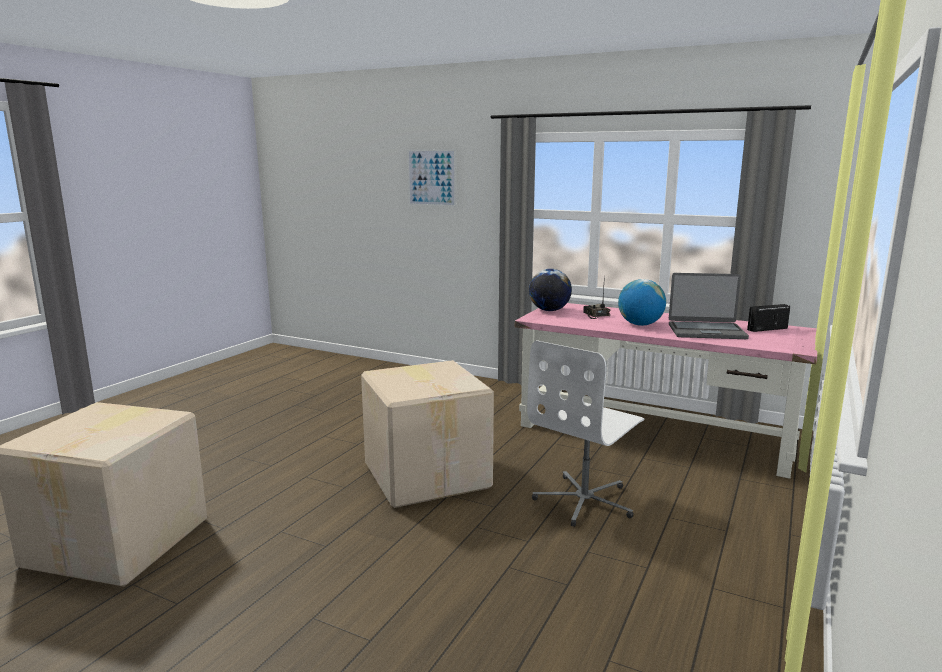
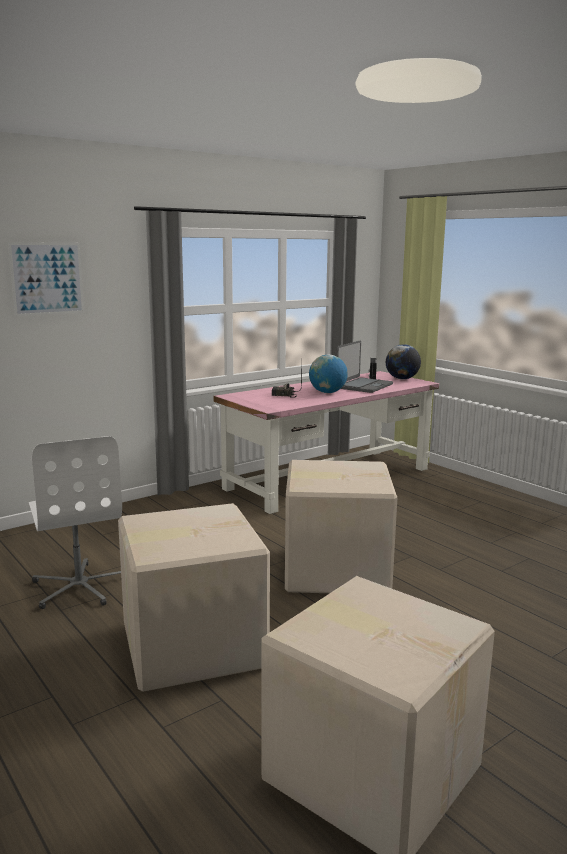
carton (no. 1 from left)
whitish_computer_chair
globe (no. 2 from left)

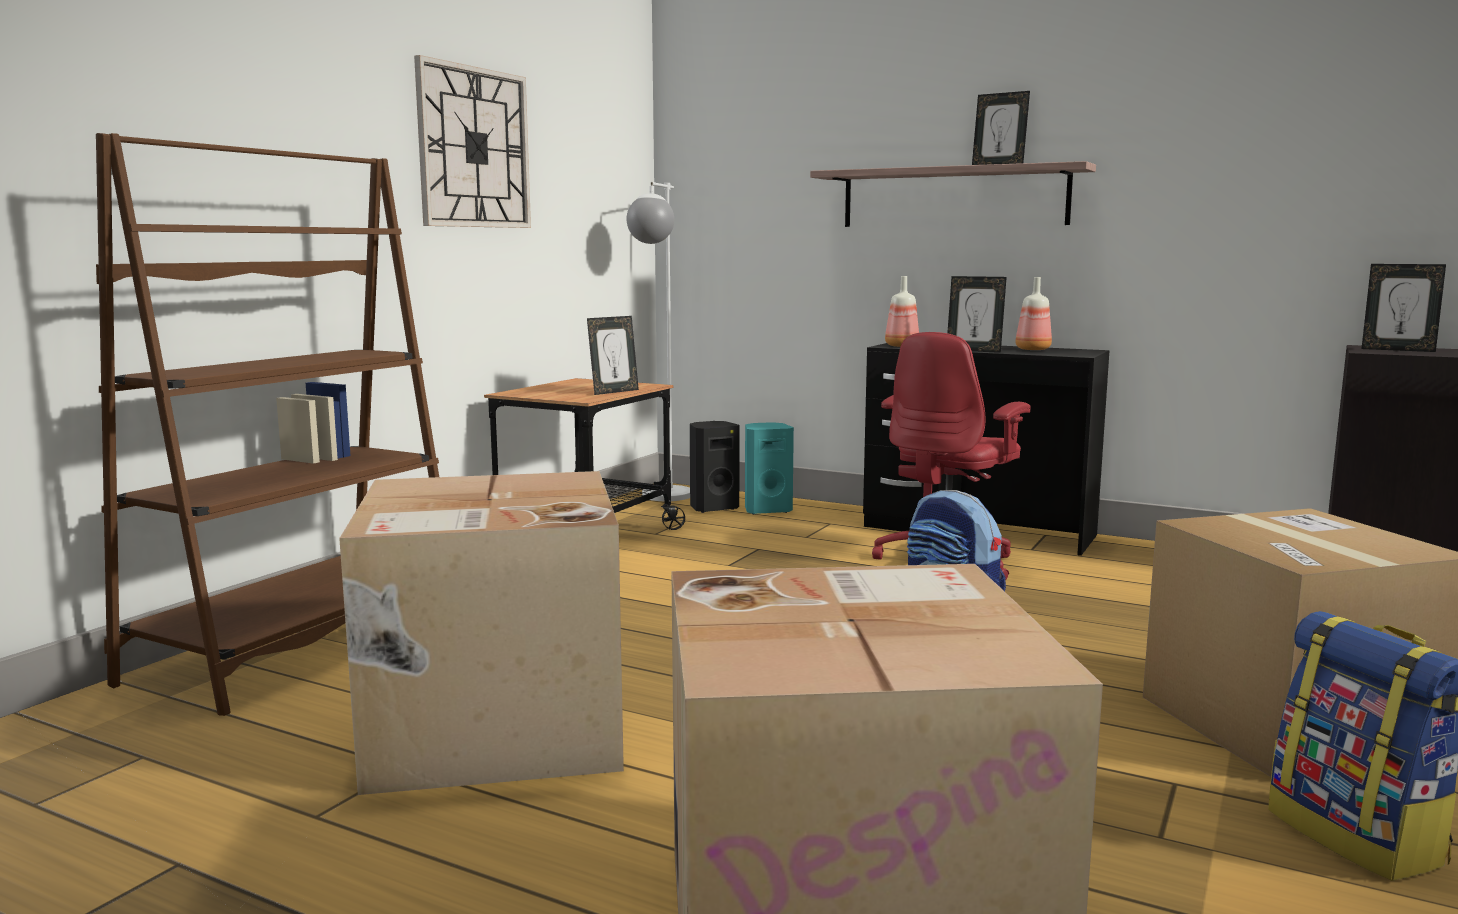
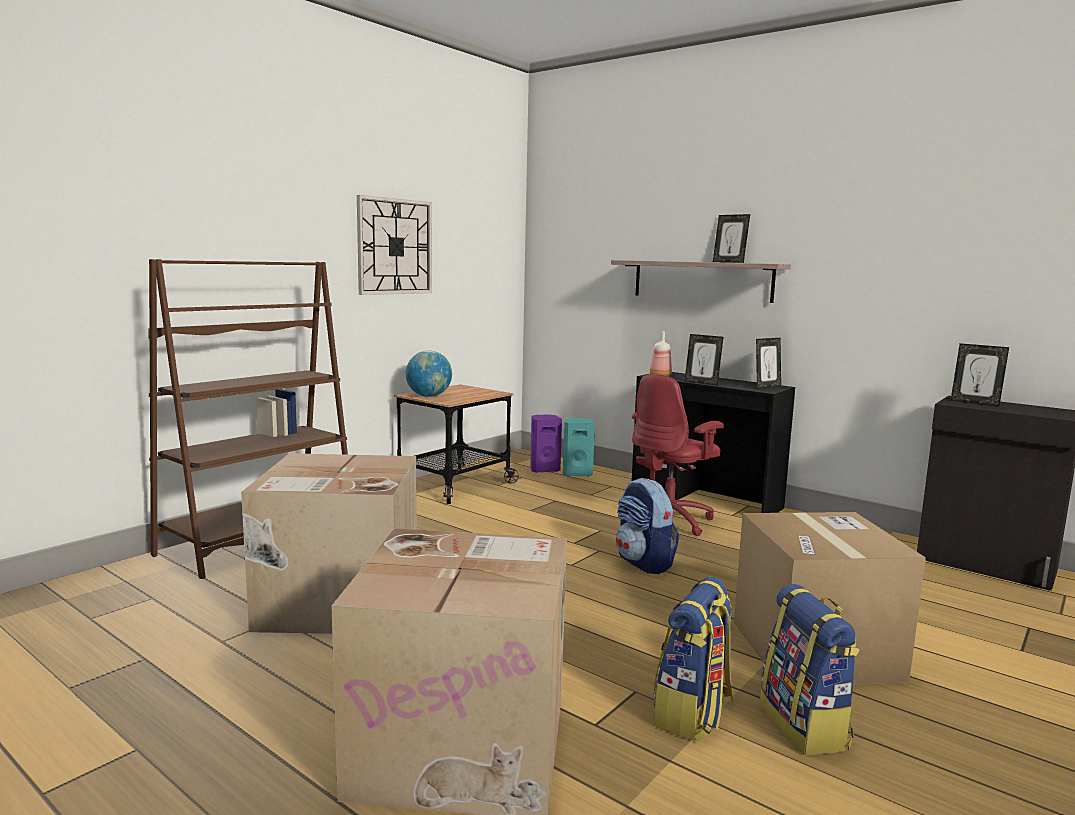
whitish_standing_lamp
beverage_bottle (no. 2 from left in the first image)
globe
backpack (no. 2 from left)
picture_frame (no. 3 from left)
purple-coloured_audio_speaker

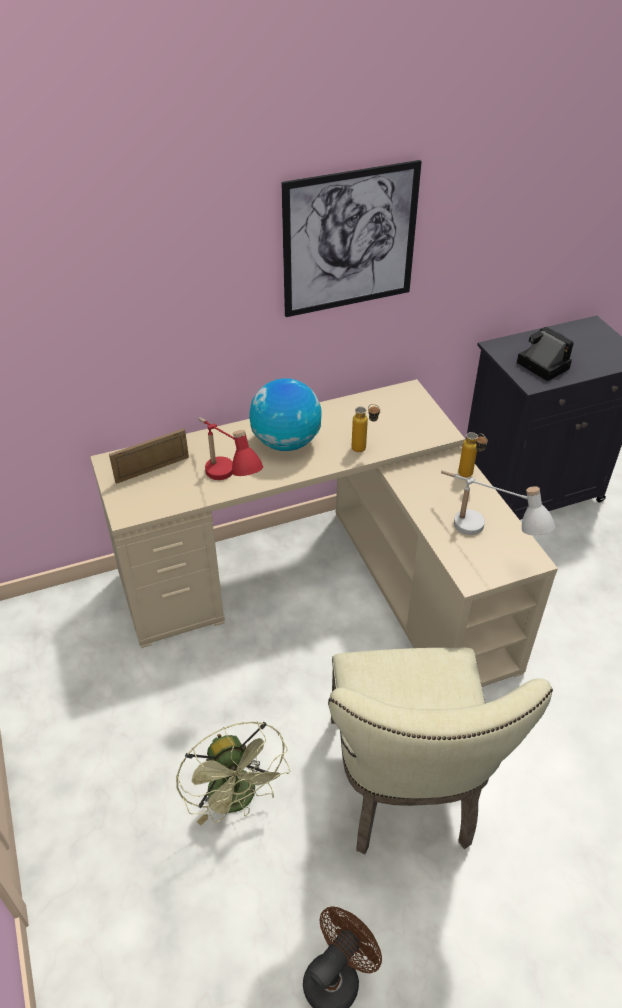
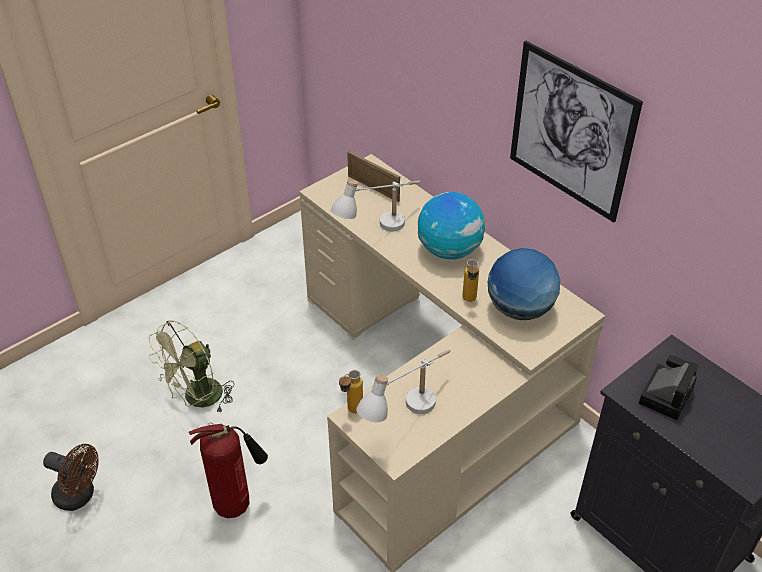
globe (no. 2 from left)
beverage_bottle (no. 1 from left)
fire_extinguisher
whitish_table_lamp (no. 1 from left)

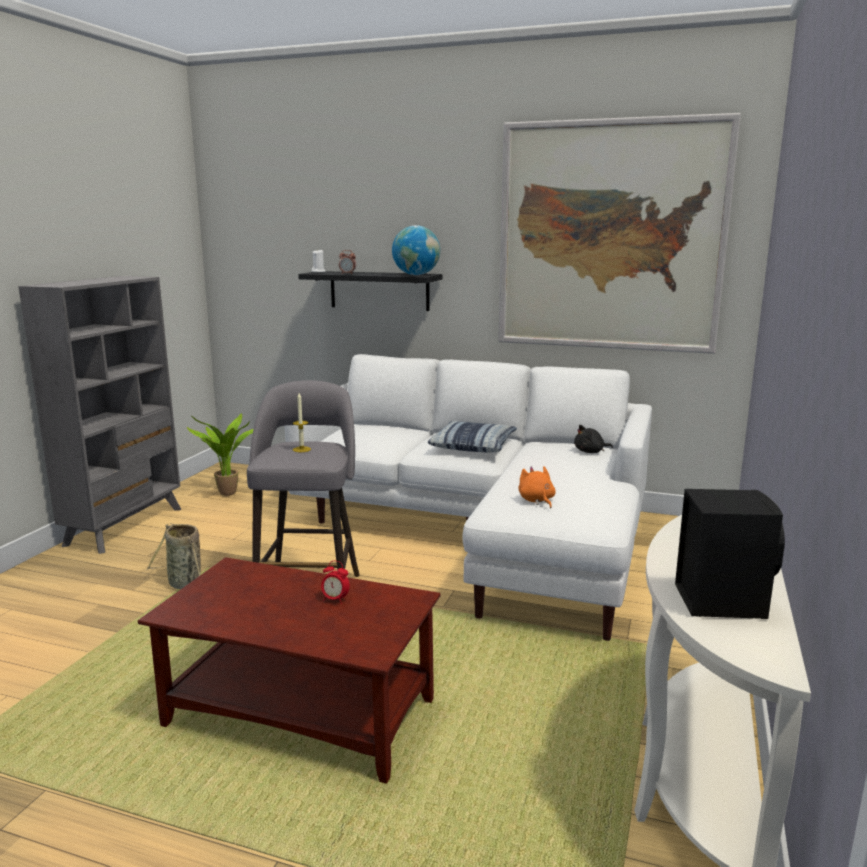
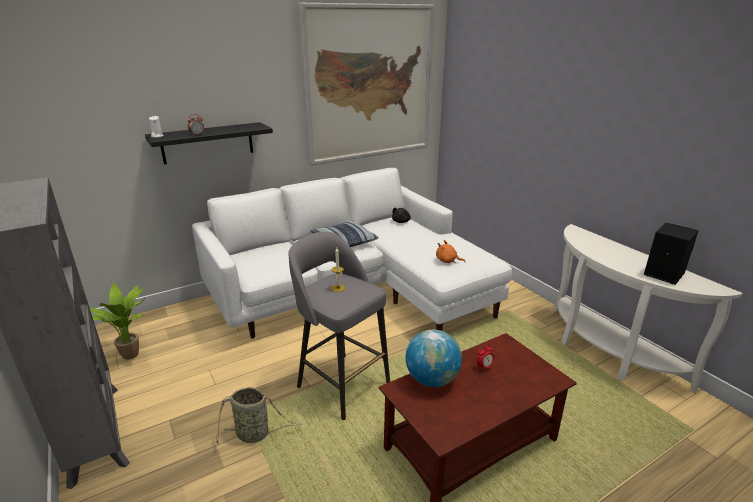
globe

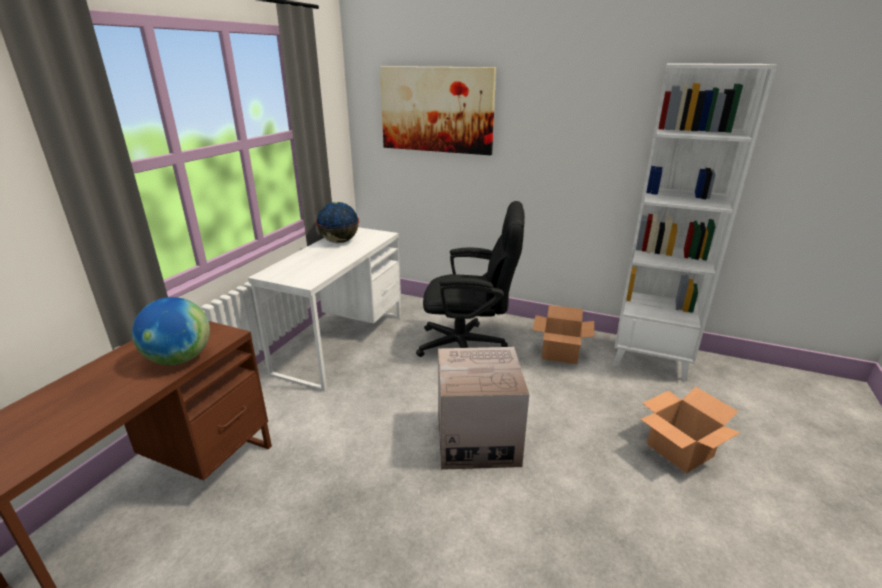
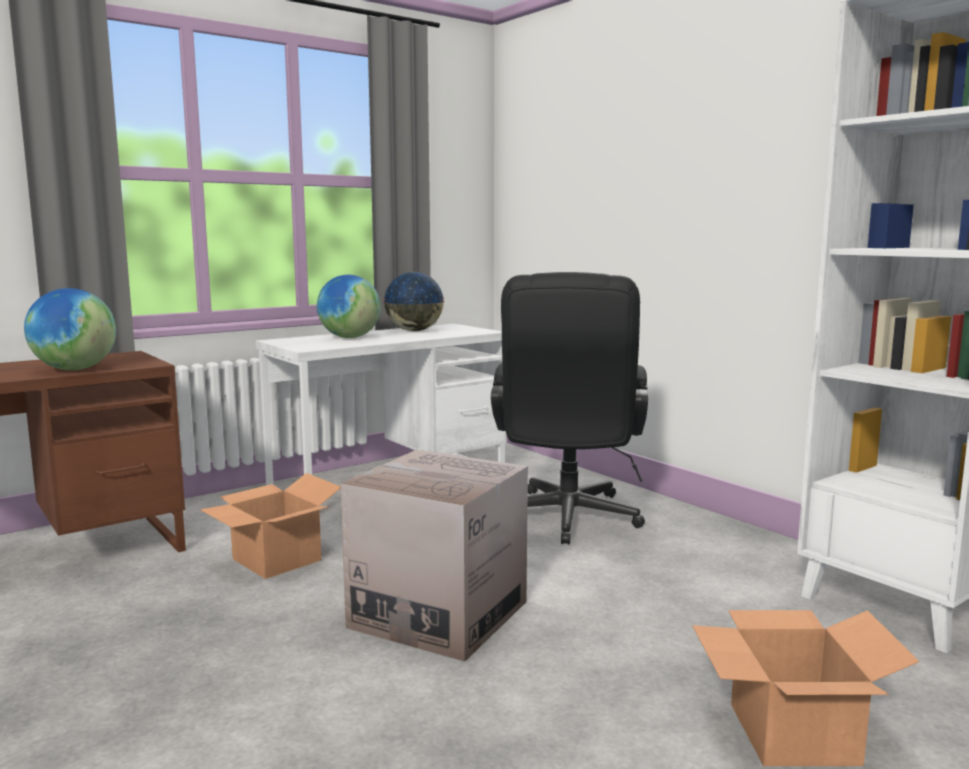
wall_art
globe (no. 2 from left)
carton (no. 1 from left)
black-coloured_computer_chair

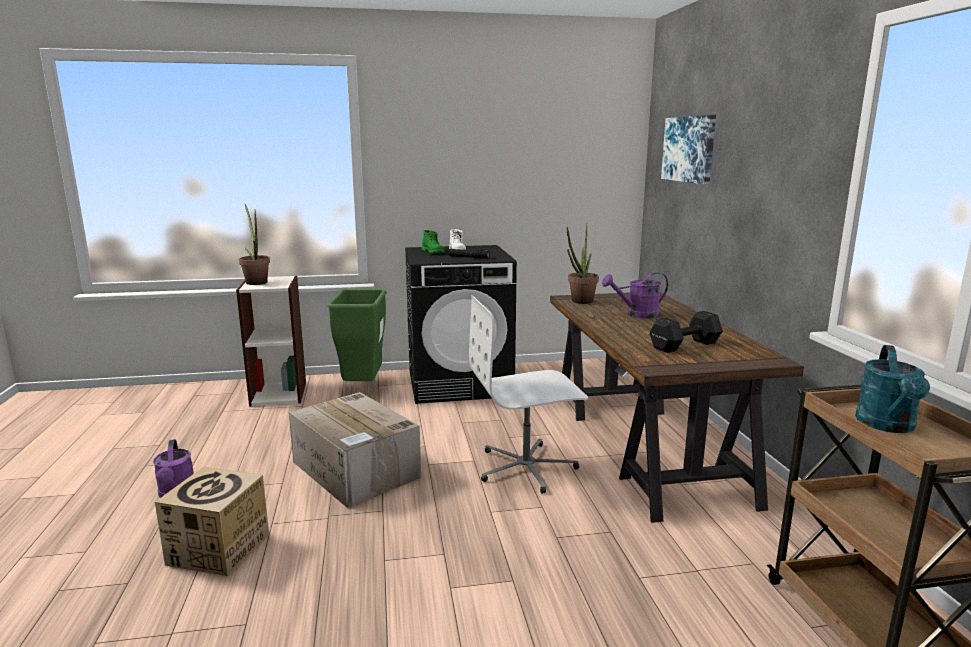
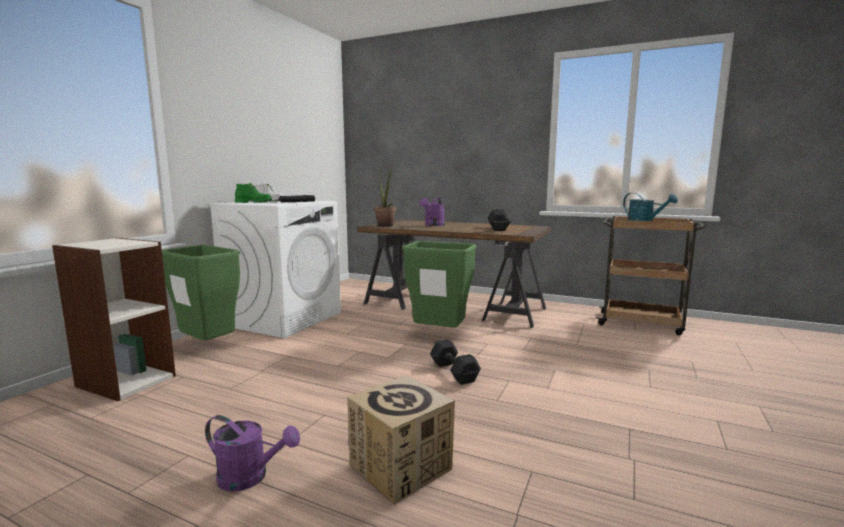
plant_in_a_pot (no. 1 from left in the first image)
carton (no. 2 from left in the first image)
wall_art
black-coloured_hand_weight (no. 1 from left)
green-coloured_rubbish_bin (no. 2 from left)
whitish_laundry_appliance

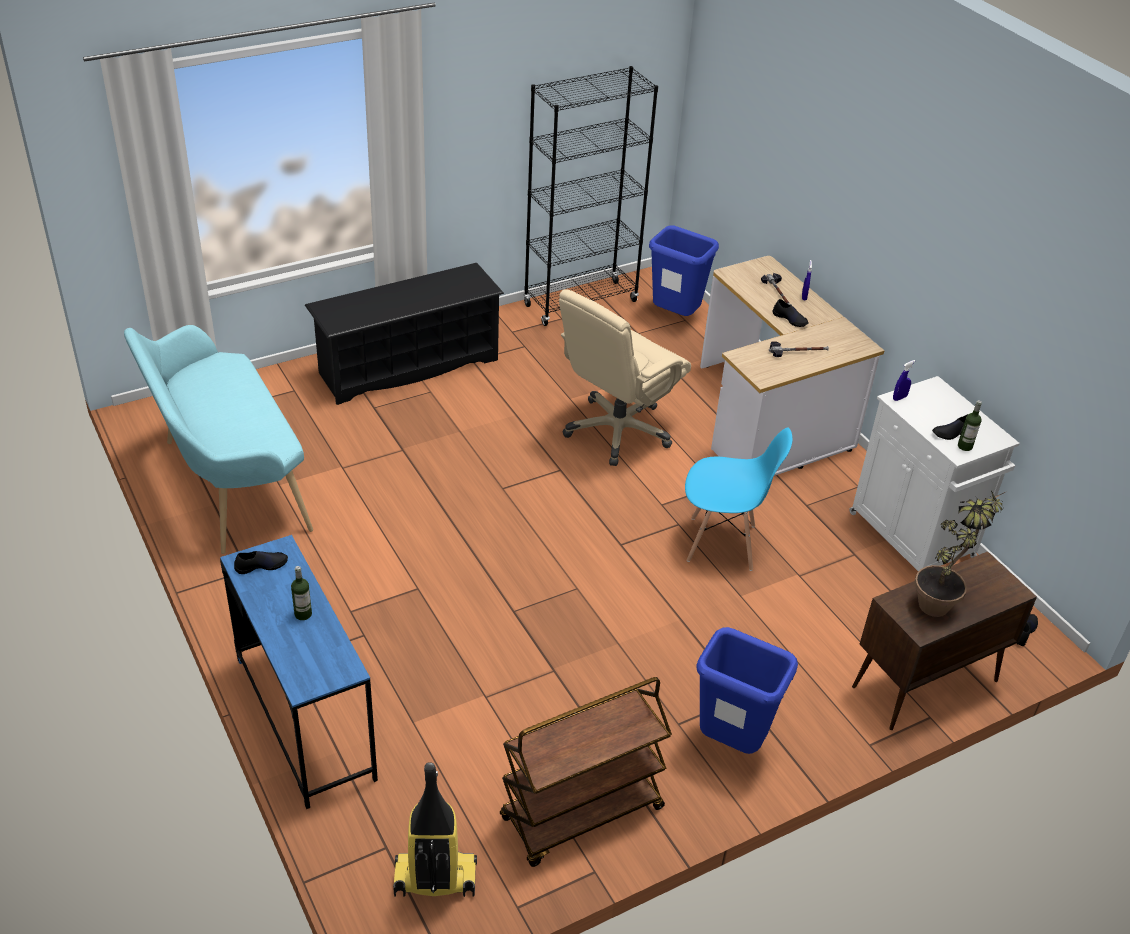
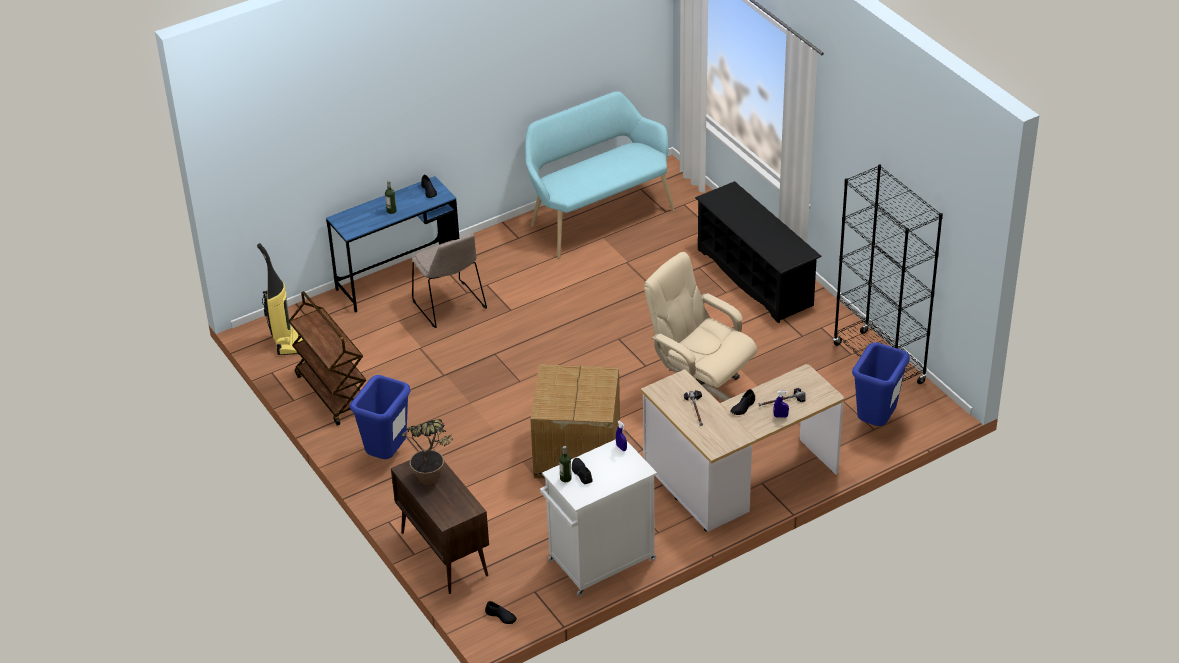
sand-coloured_chair
carton

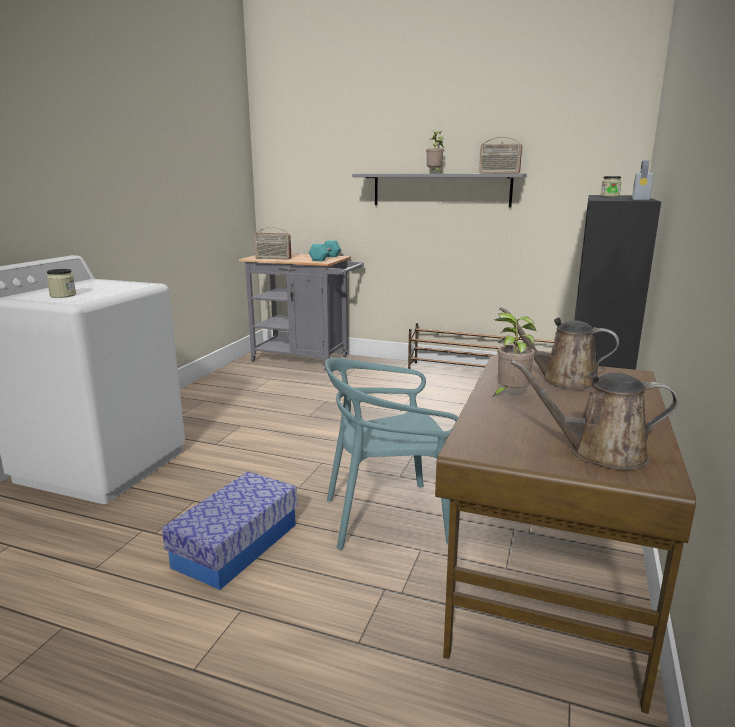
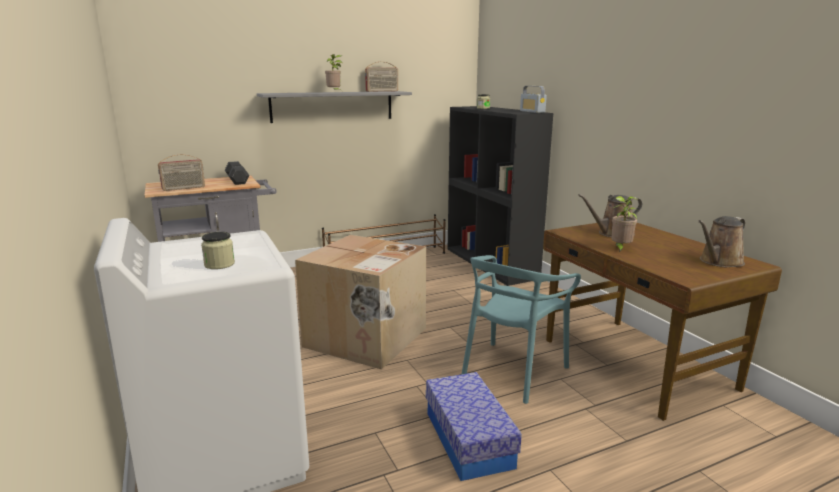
carton
grey_hand_weight

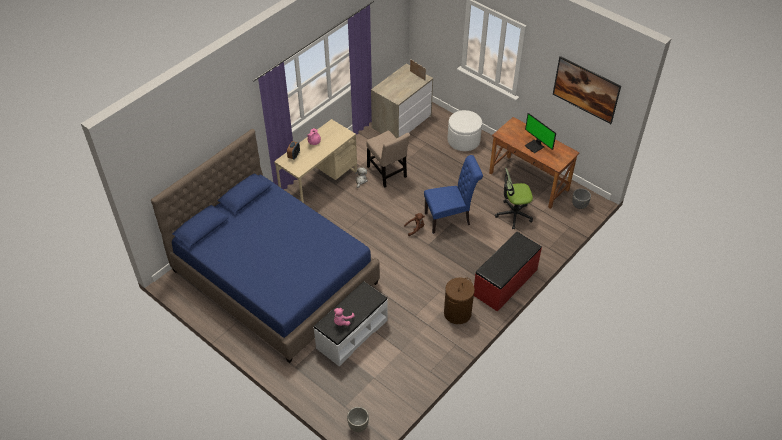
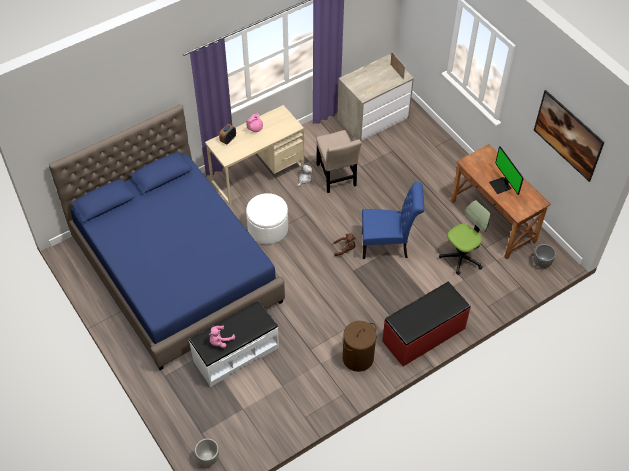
whitish_pouffe
computer_chair

